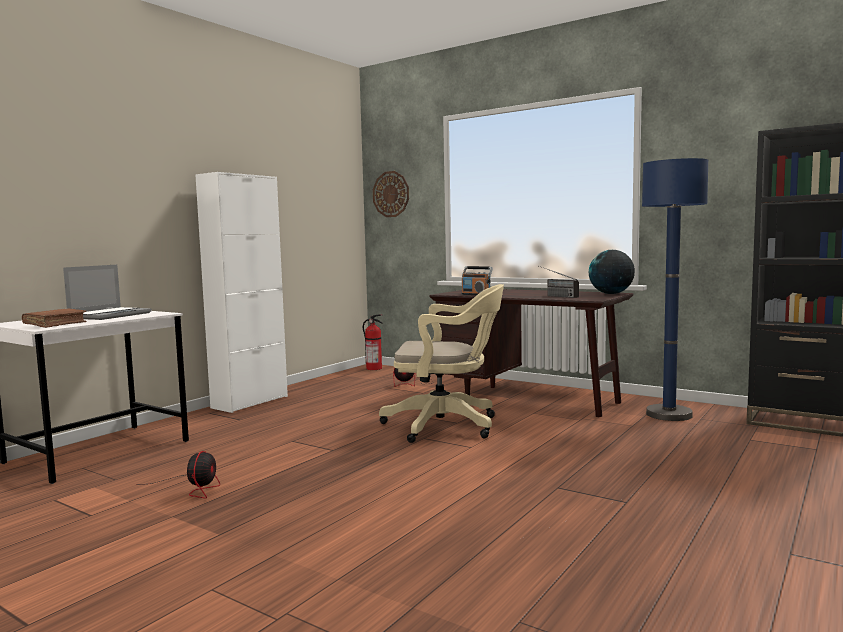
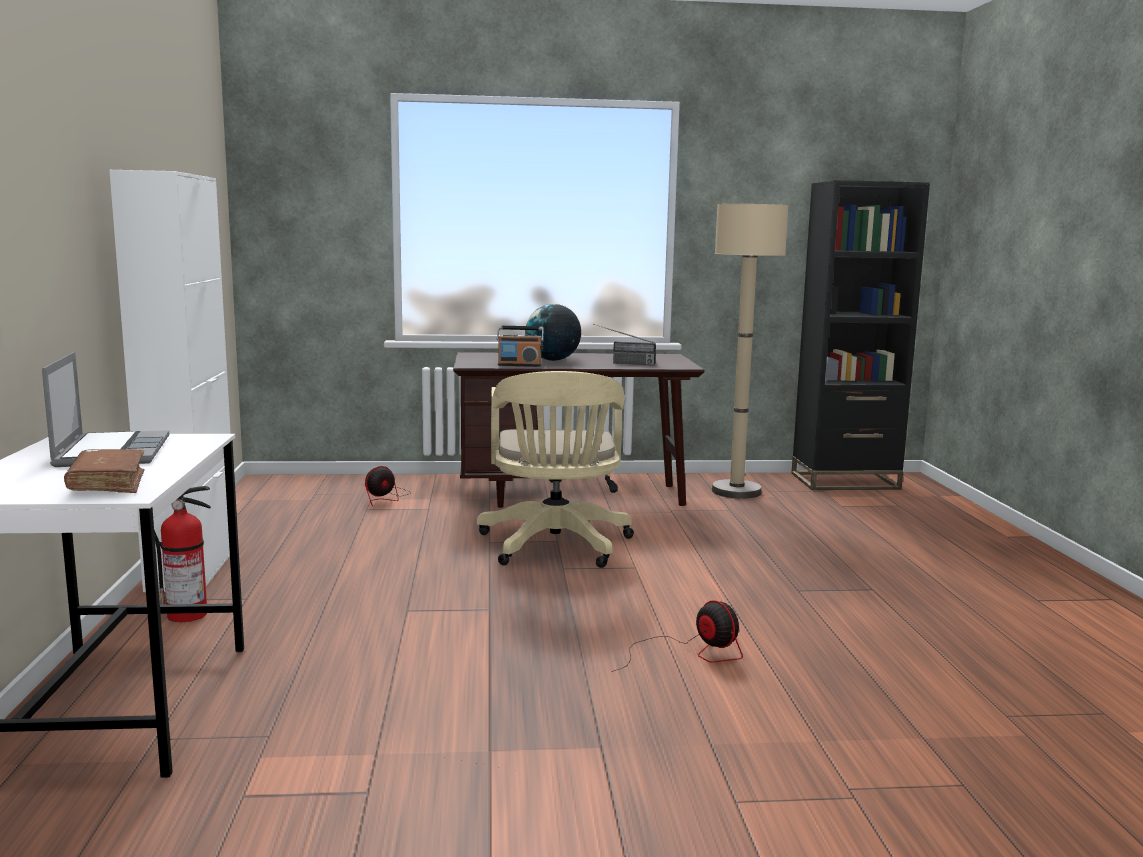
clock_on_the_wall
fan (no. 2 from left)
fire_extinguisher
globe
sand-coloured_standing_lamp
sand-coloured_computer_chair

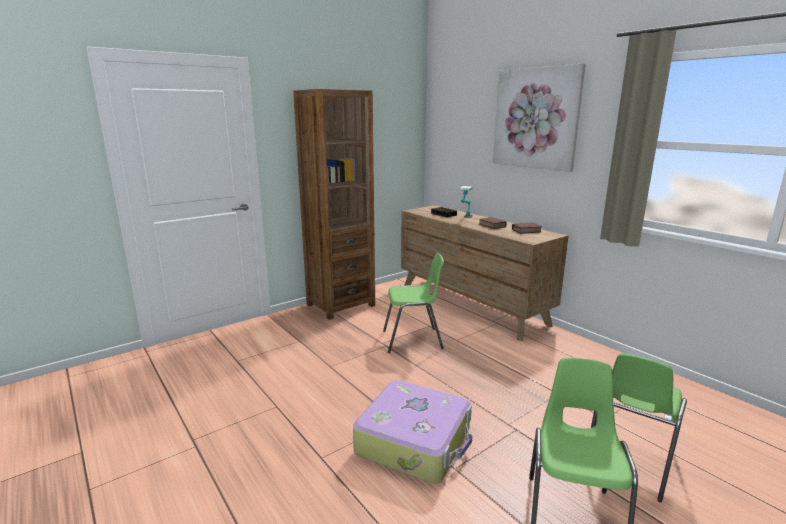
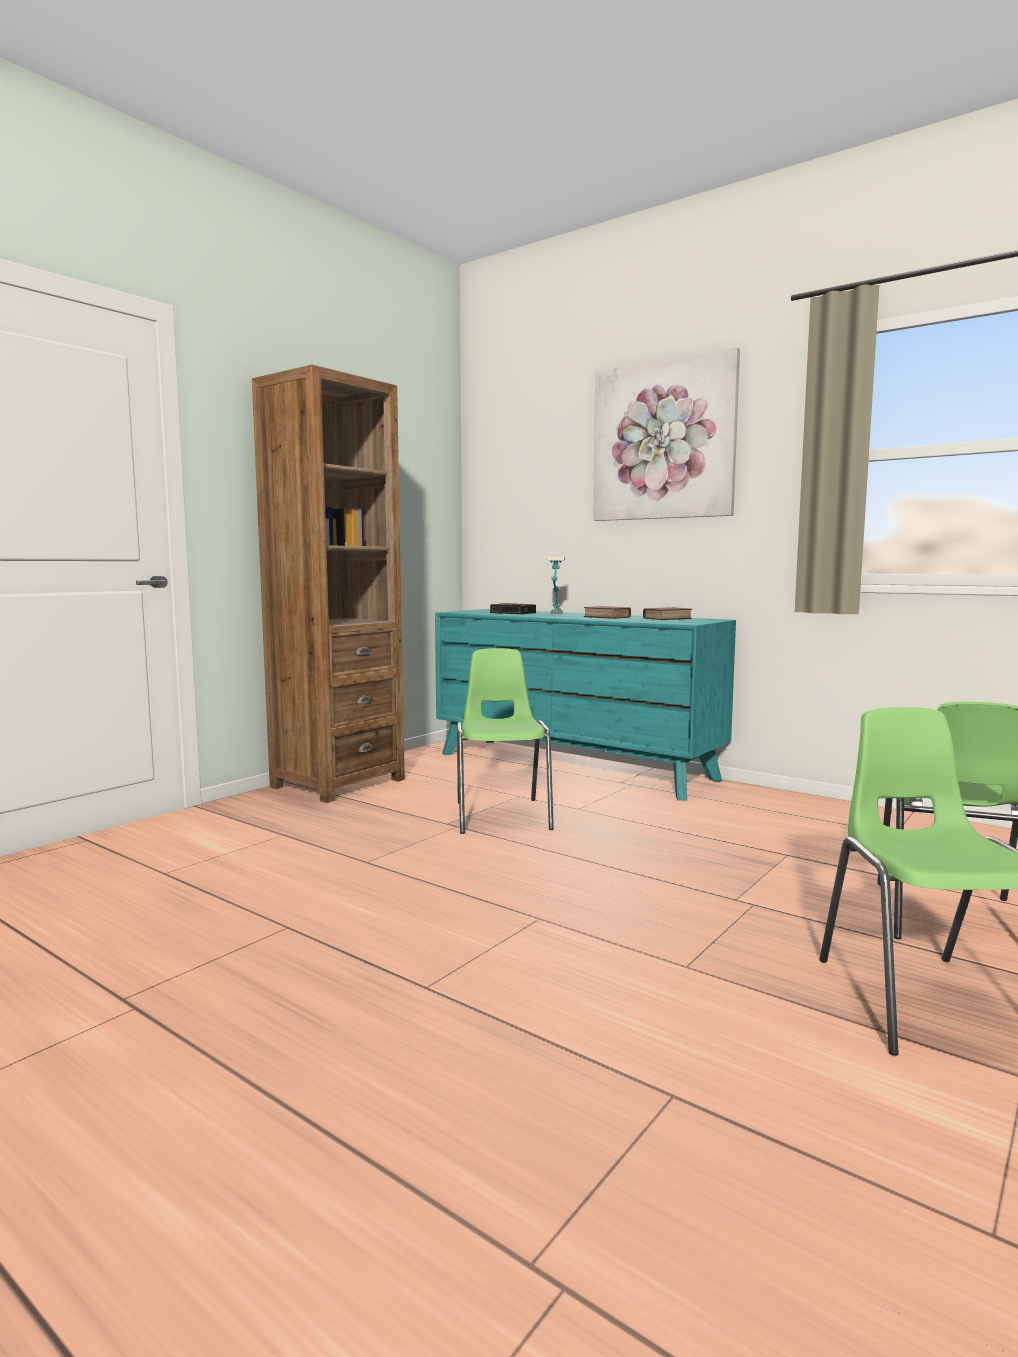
suitcase
turquoise_dresser
green-coloured_chair (no. 1 from left)

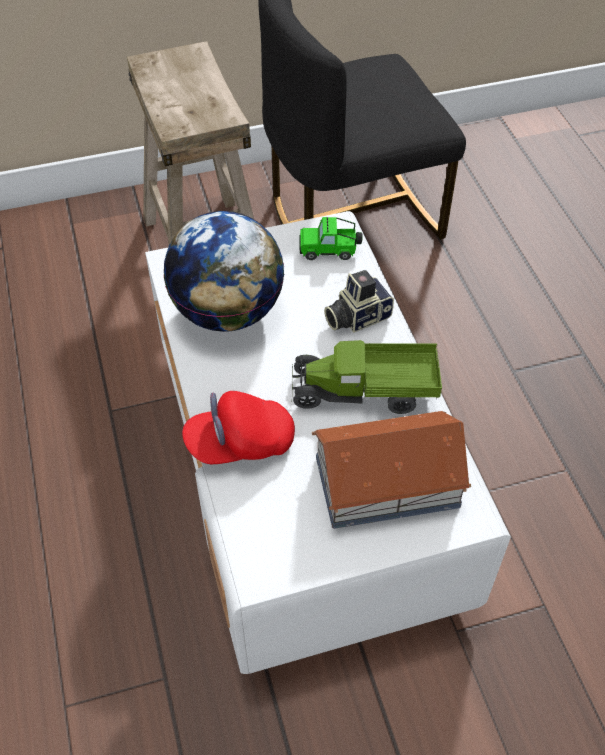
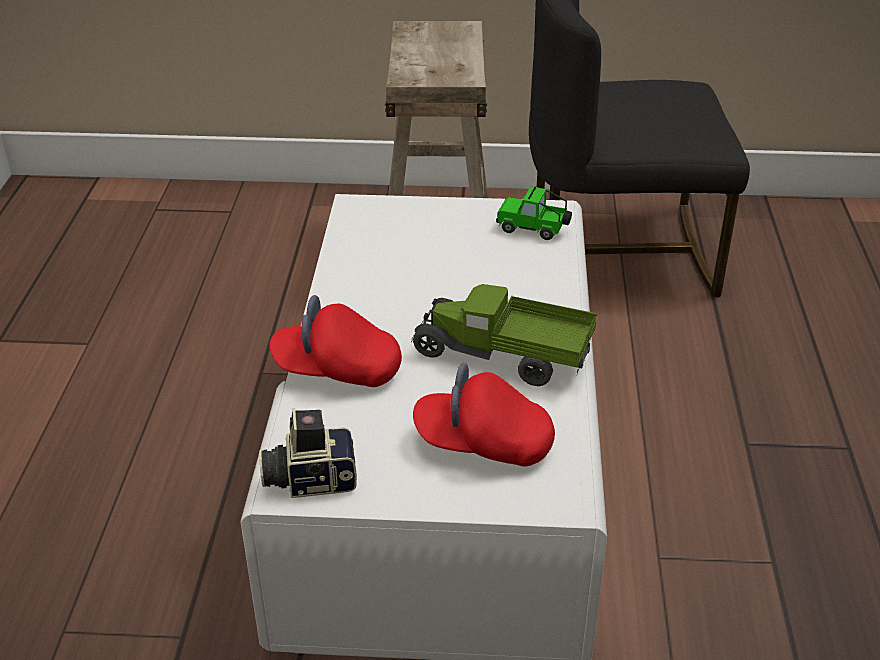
globe
still_camera
red-coloured_baseball_cap (no. 2 from left)

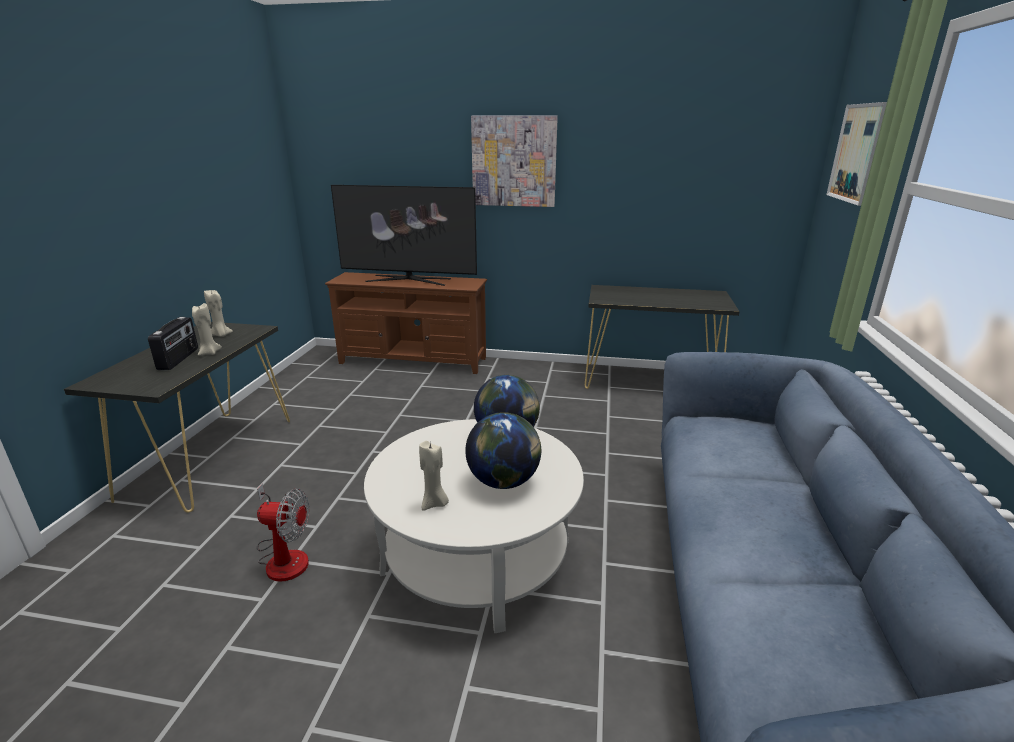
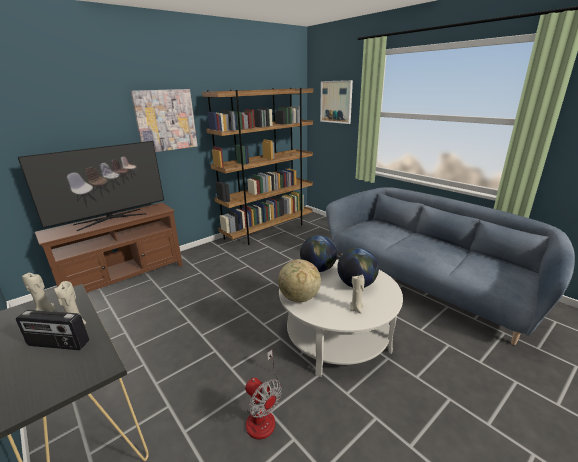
globe (no. 1 from left)
brown-coloured_shelving_unit
radio_receiver
fan

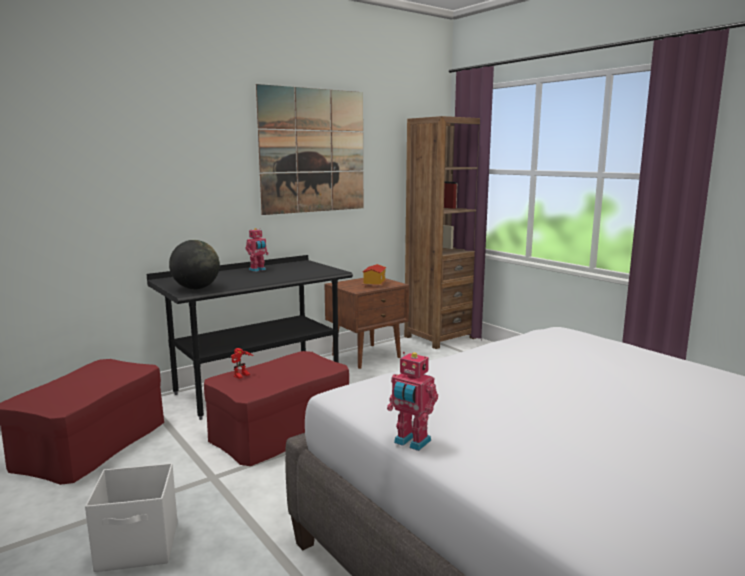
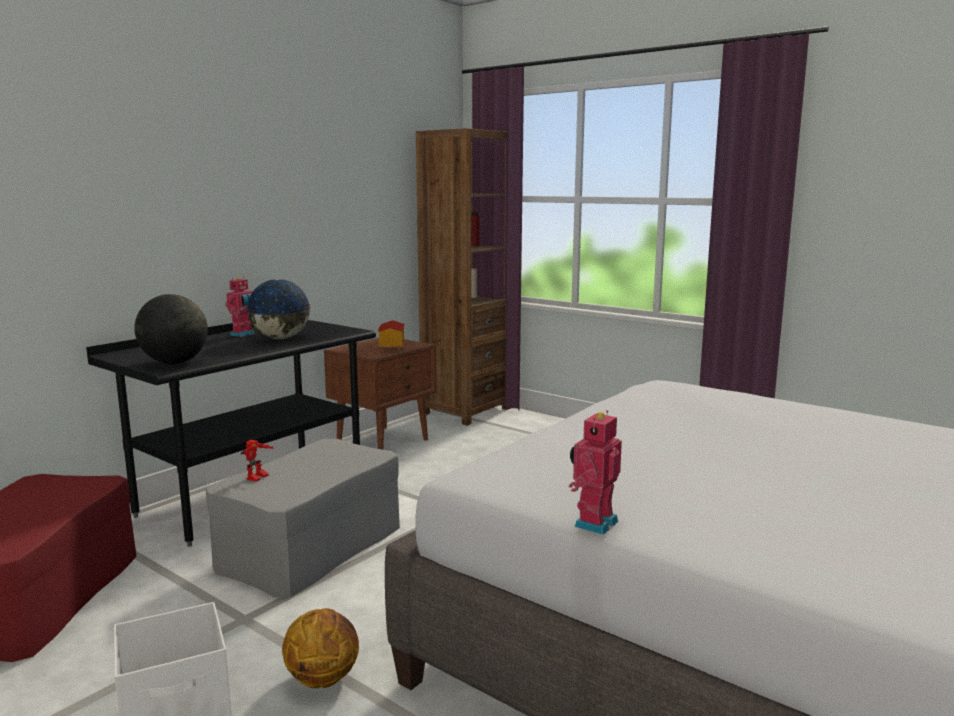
wall_art
globe (no. 2 from left)
ball_for_basketball
grey_pouffe
toy_robot (no. 3 from left)

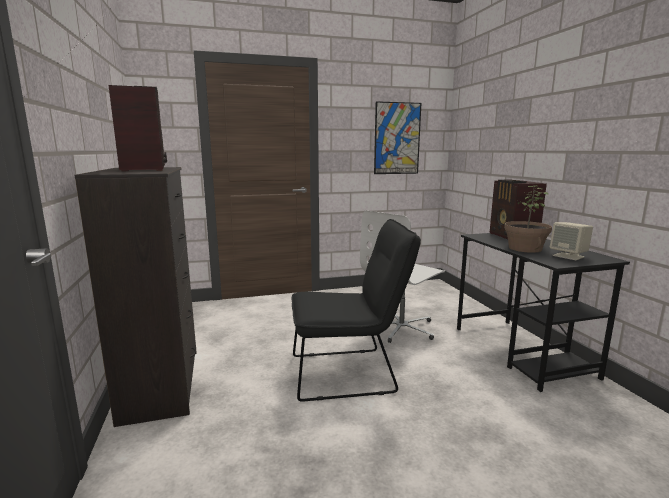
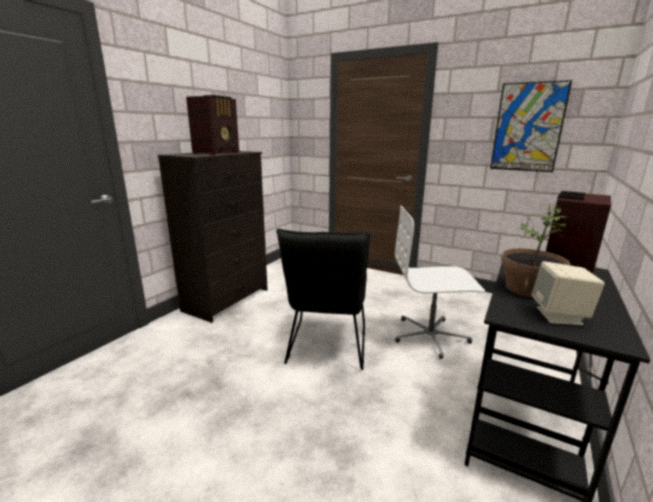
black-coloured_chair

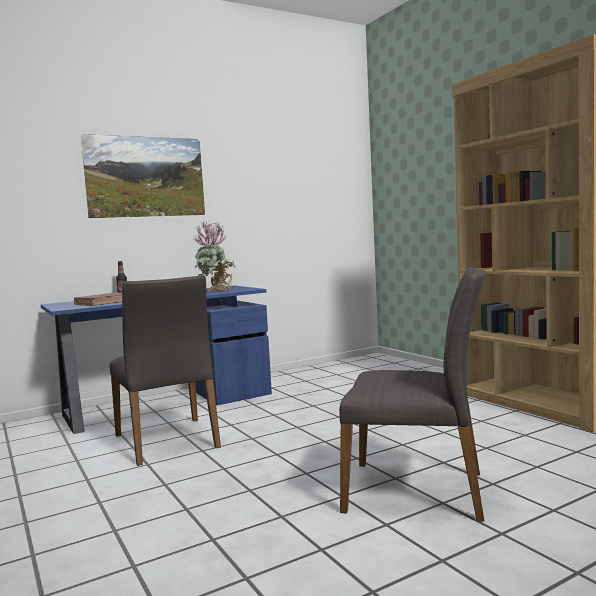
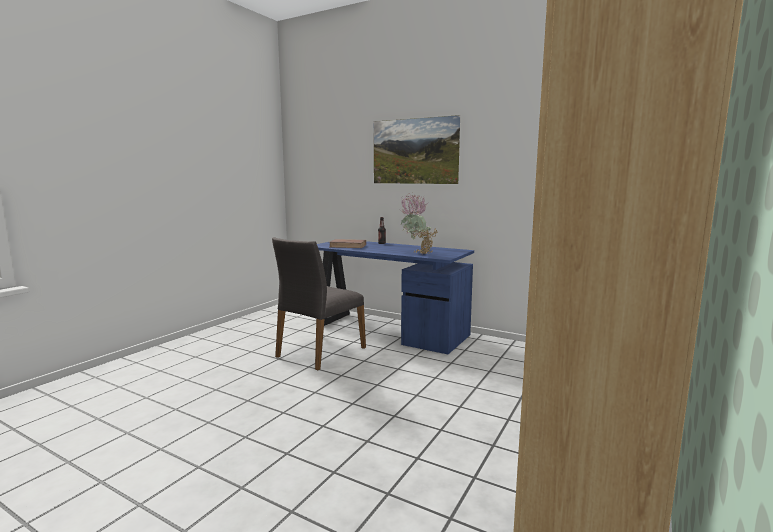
grey_chair (no. 2 from left in the first image)

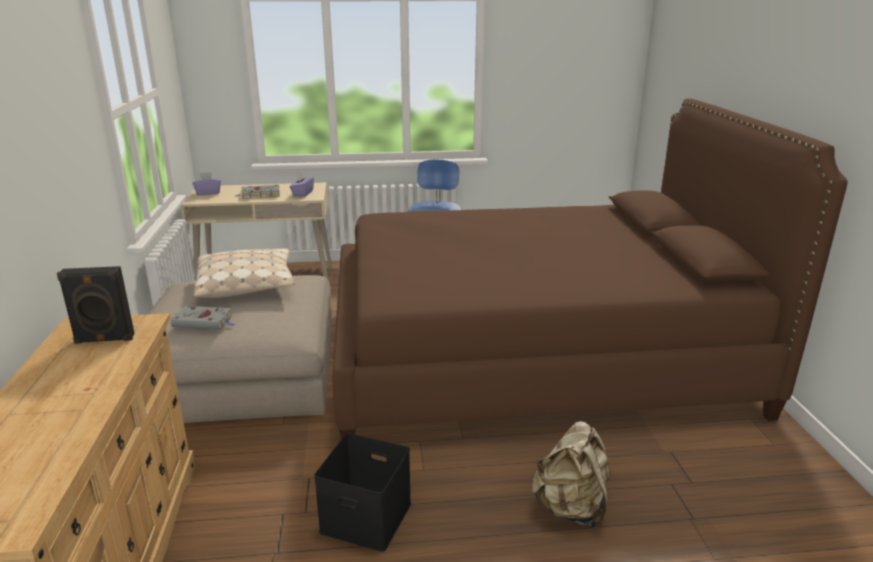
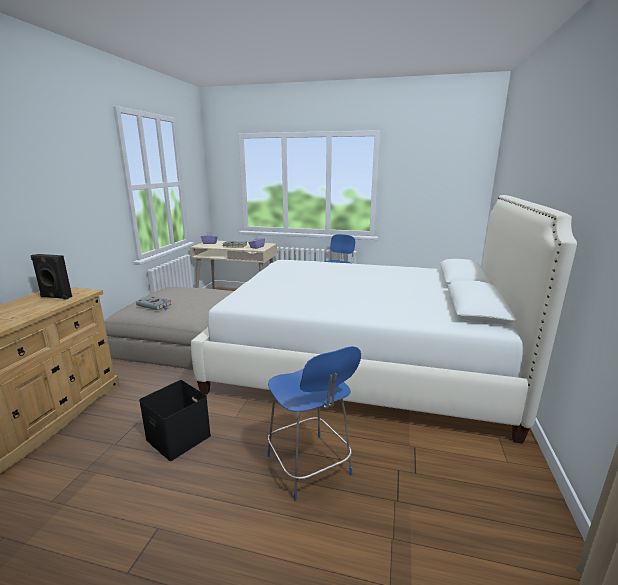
sand-coloured_throw_pillow
blue_chair (no. 1 from left)
whitish_bedroom_bed

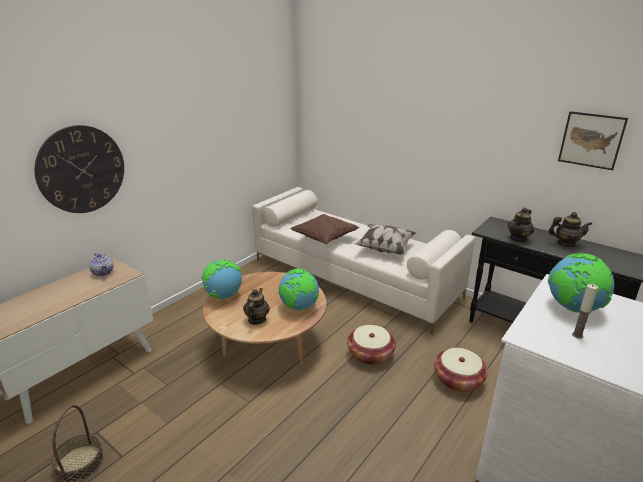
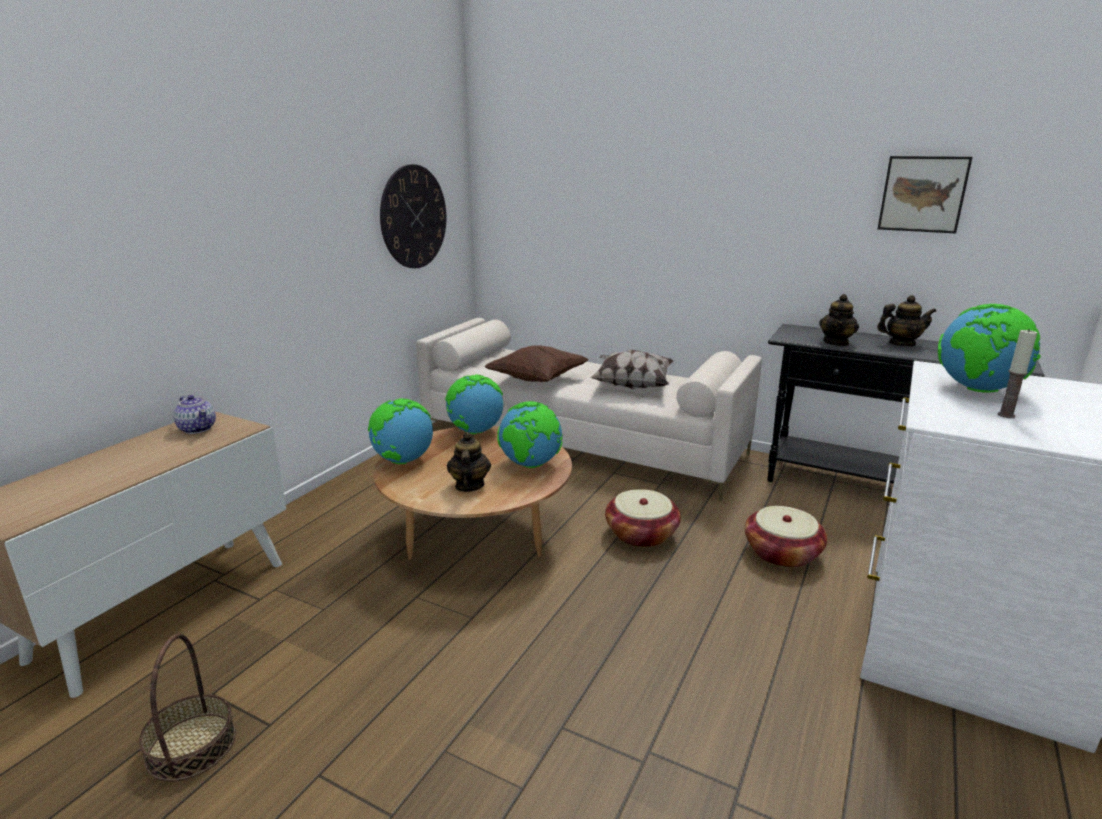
globe (no. 2 from left)
clock_on_the_wall

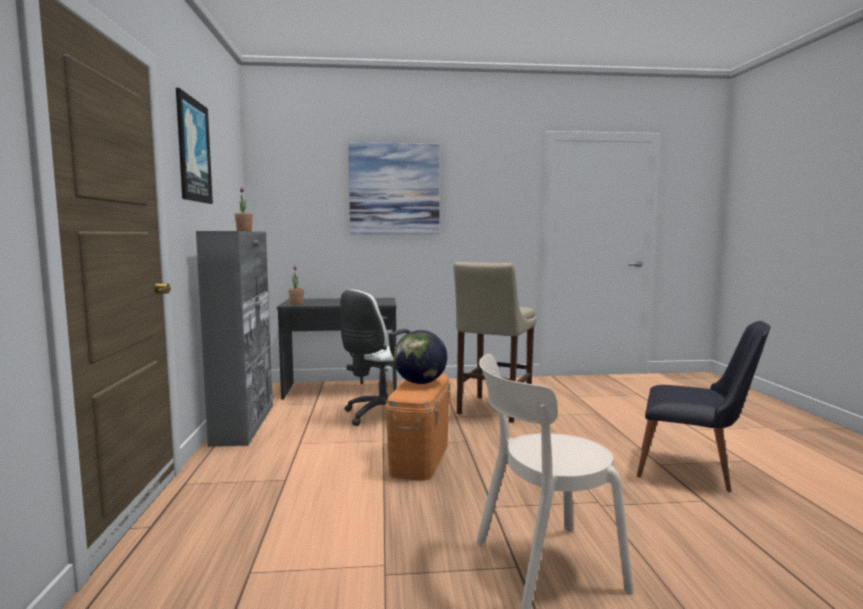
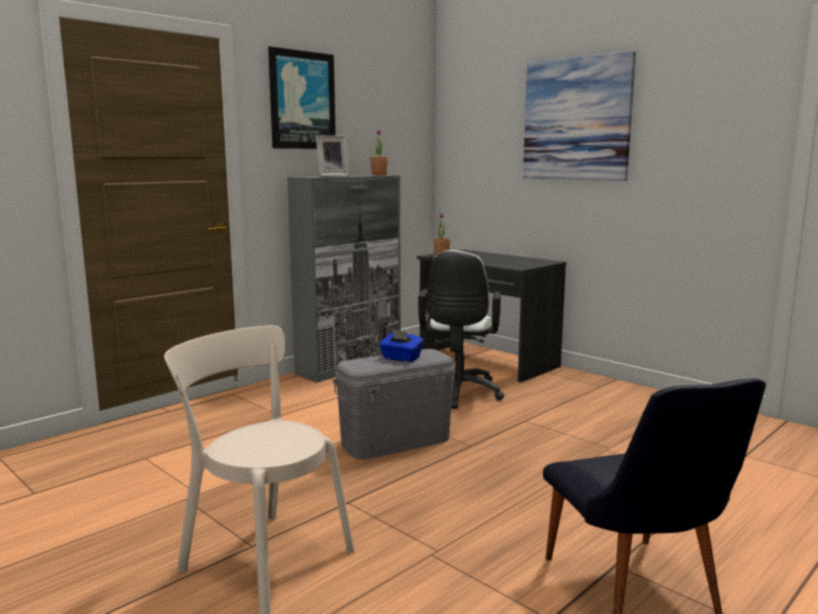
sand-coloured_stool
picture_frame
blue_tissue_holder
grey_storage_box
whitish_computer_chair

